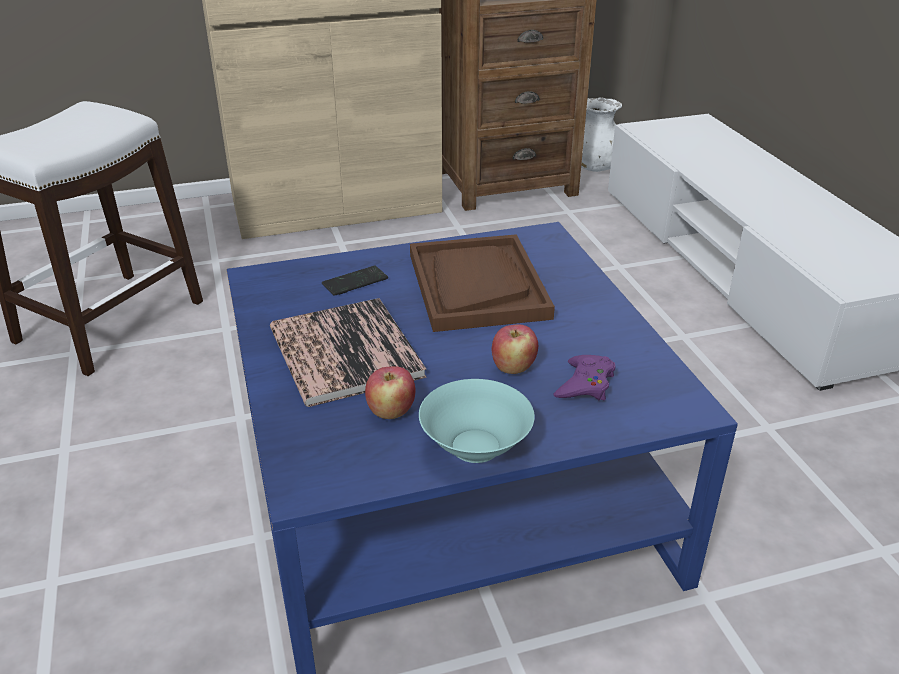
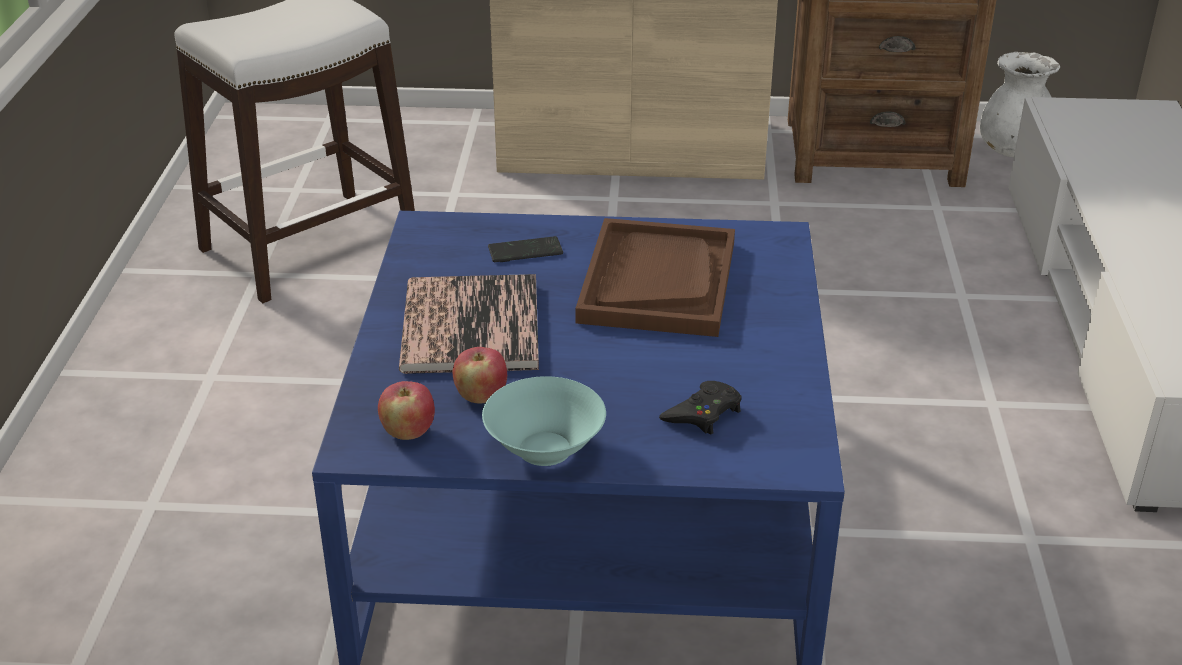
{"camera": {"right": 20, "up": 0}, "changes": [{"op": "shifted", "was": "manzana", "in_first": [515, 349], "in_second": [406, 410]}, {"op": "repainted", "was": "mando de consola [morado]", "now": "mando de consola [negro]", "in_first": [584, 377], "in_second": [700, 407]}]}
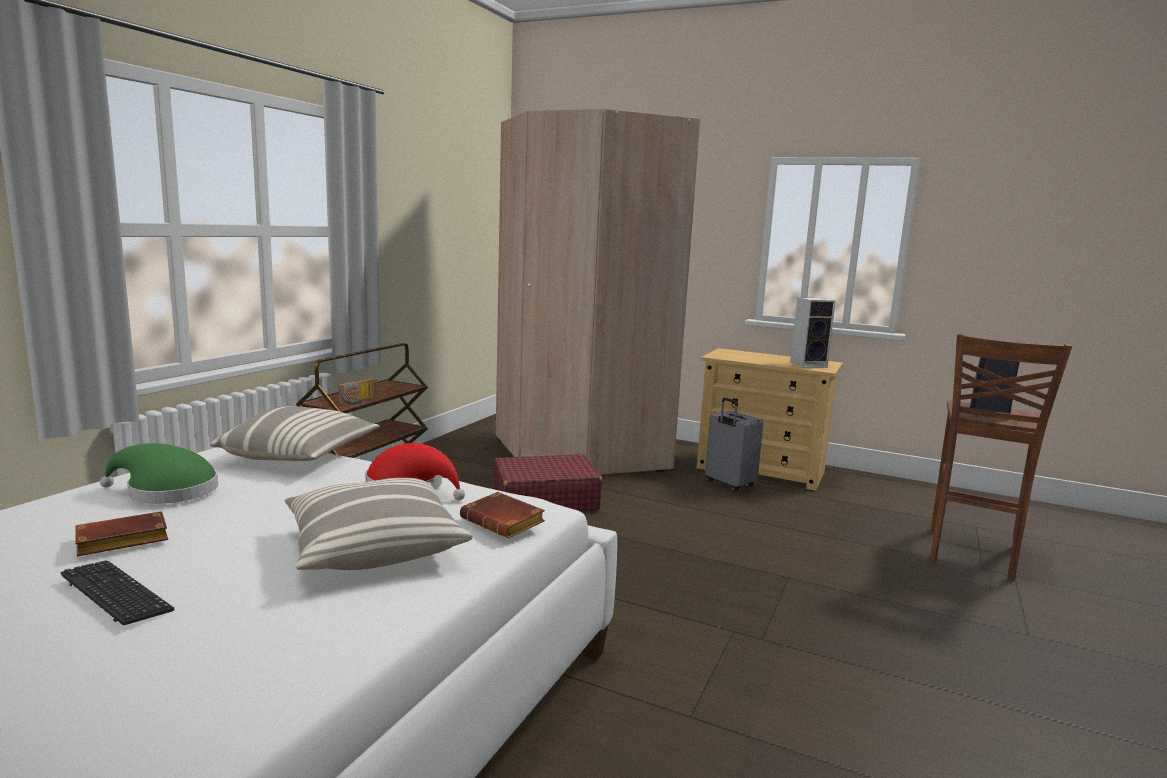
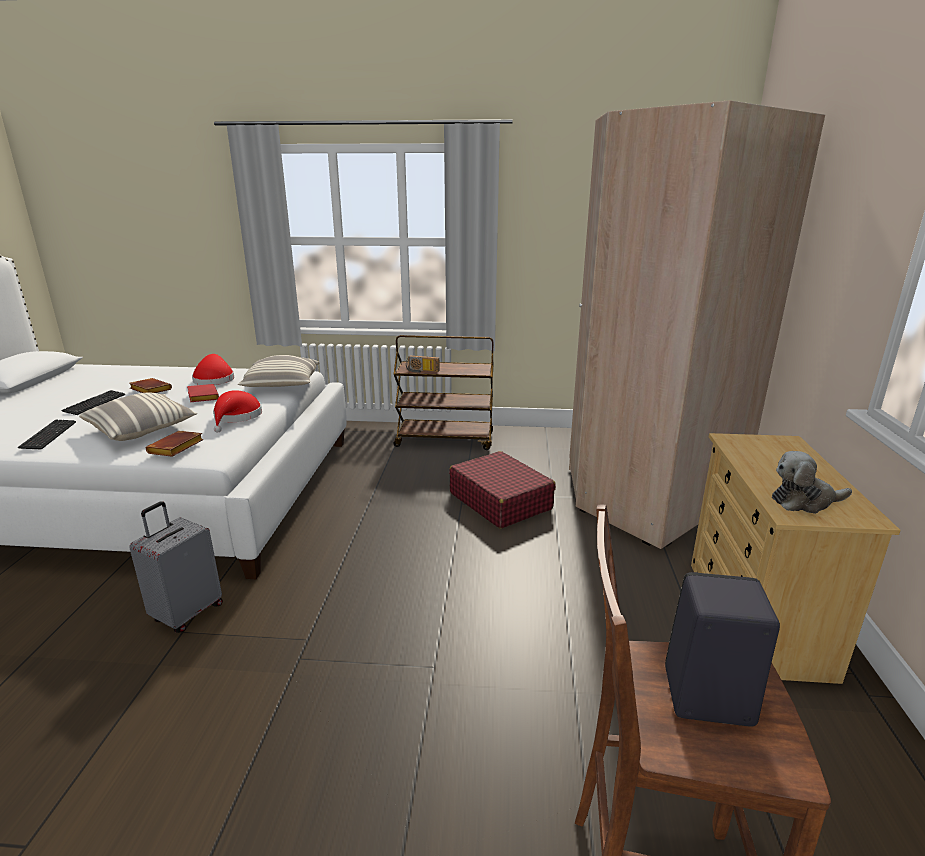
{"camera": {"right": 70, "up": 10}, "changes": [{"op": "swapped", "was": "altavoz", "now": "peluche", "in_first": [813, 332], "in_second": [812, 482]}, {"op": "shifted", "was": "maleta [gris]", "in_first": [734, 445], "in_second": [176, 567]}, {"op": "repainted", "was": "sombrero [verde]", "now": "sombrero [rojo]", "in_first": [159, 473], "in_second": [213, 369]}, {"op": "new", "now": "libro [rojo]", "in_second": [203, 393]}, {"op": "new", "now": "teclado", "in_second": [47, 435]}]}
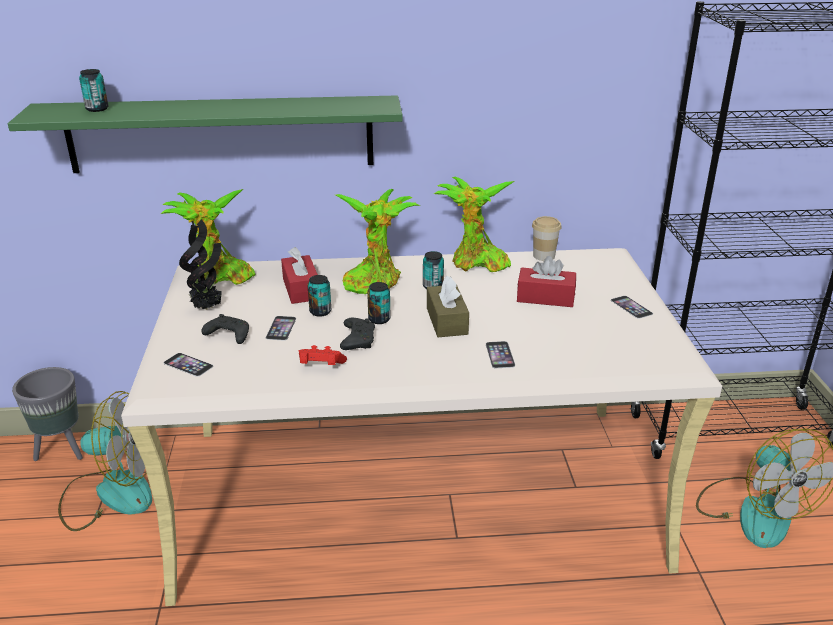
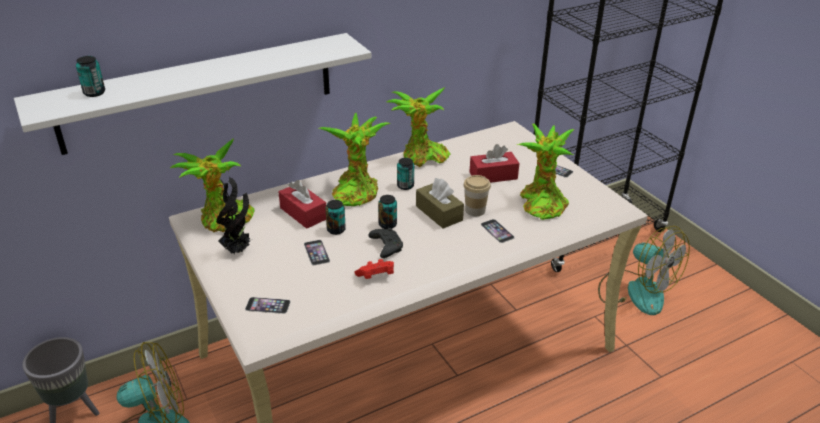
{"camera": {"right": -25, "up": 5}, "changes": [{"op": "repainted", "was": "estante [verde]", "now": "estante [blanco]", "in_first": [205, 134], "in_second": [192, 94]}, {"op": "shifted", "was": "taza", "in_first": [547, 238], "in_second": [477, 195]}, {"op": "gone", "was": "mando de consola [negro]", "in_first": [225, 329]}, {"op": "new", "now": "planta en maceta", "in_second": [545, 172]}]}
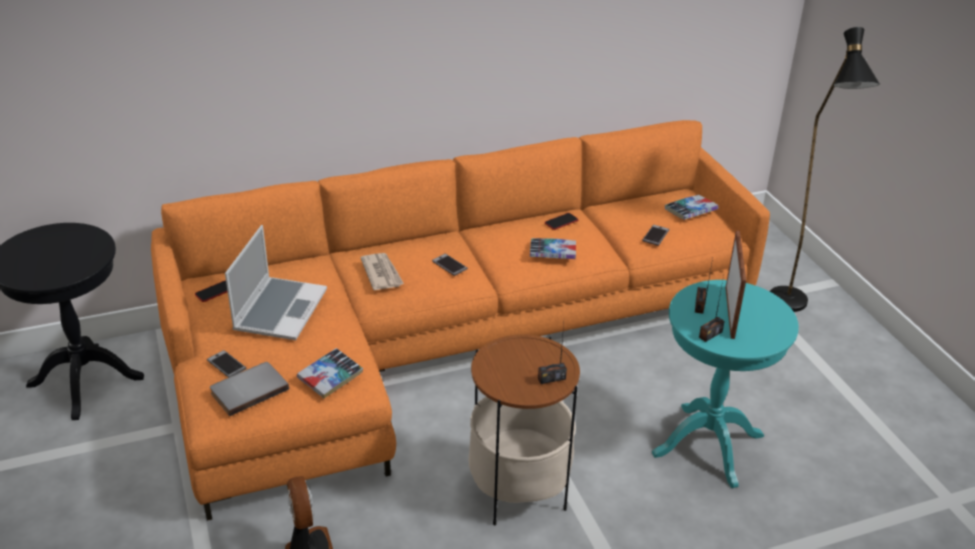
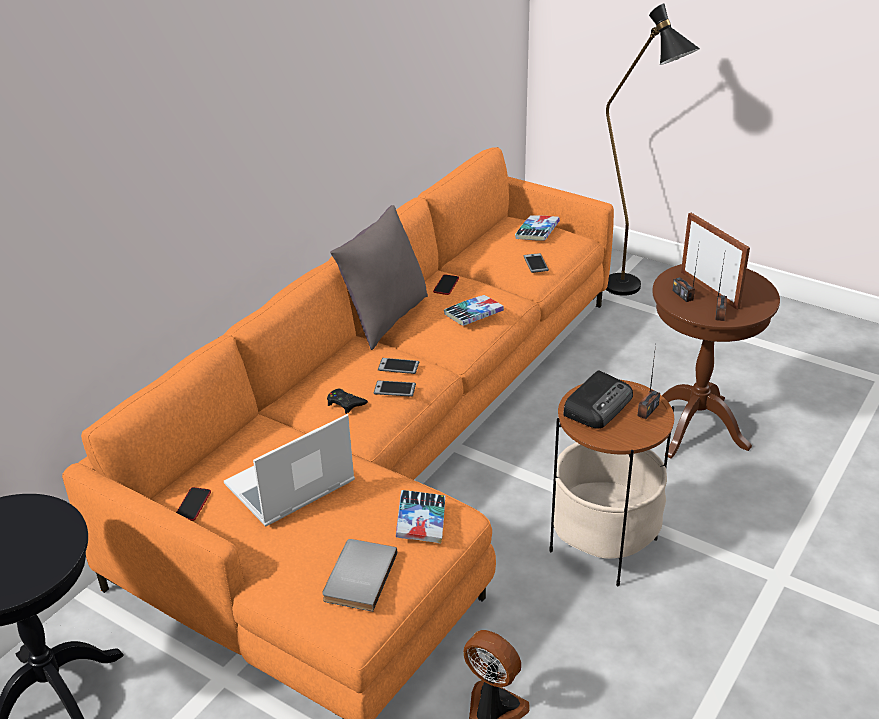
{"camera": {"right": -35, "up": 0}, "changes": [{"op": "rotated", "was": "portátil", "in_first": [276, 282], "in_second": [289, 470], "clockwise": -105}, {"op": "swapped", "was": "periódico", "now": "mando de consola [negro]", "in_first": [382, 271], "in_second": [347, 401]}, {"op": "repainted", "was": "mesa auxiliar [turquesa]", "now": "mesa auxiliar [marrón]", "in_first": [725, 384], "in_second": [716, 361]}, {"op": "shifted", "was": "móvil", "in_first": [226, 364], "in_second": [394, 389]}, {"op": "new", "now": "cojín [gris]", "in_second": [379, 277]}, {"op": "new", "now": "radio", "in_second": [598, 399]}]}
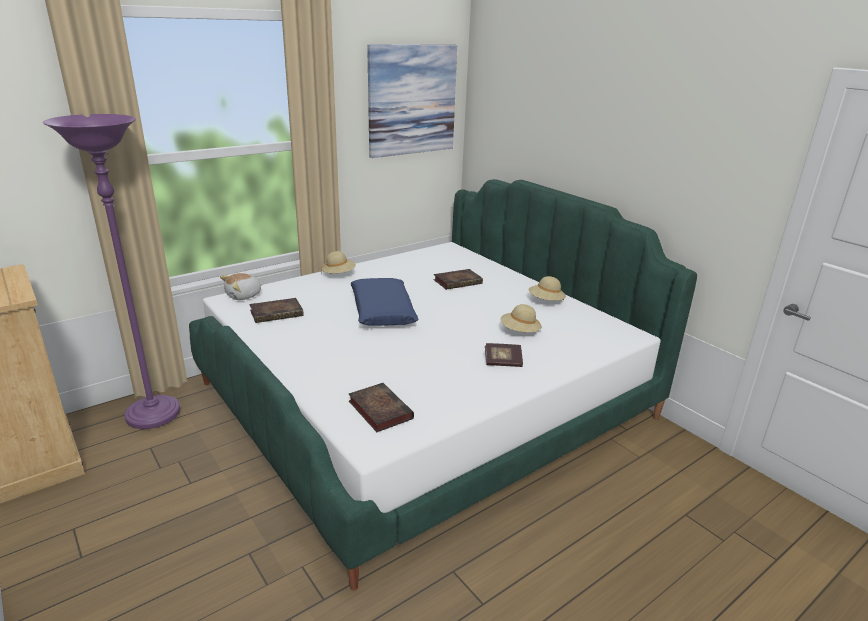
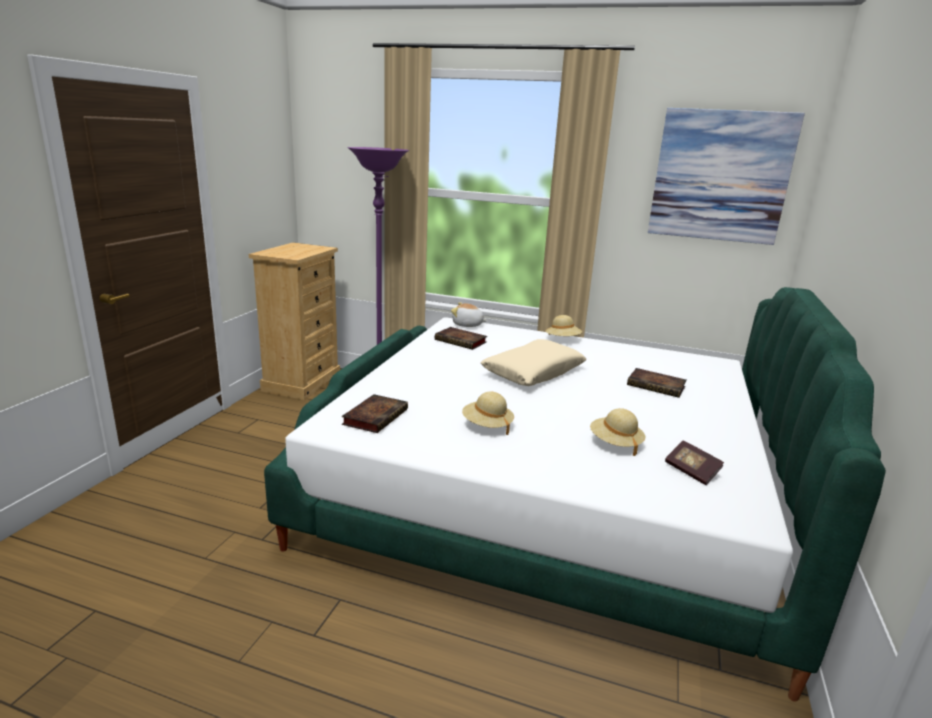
{"camera": {"right": 55, "up": -5}, "changes": [{"op": "shifted", "was": "sombrero [beis]", "in_first": [547, 288], "in_second": [488, 413]}, {"op": "repainted", "was": "cojín [azul]", "now": "cojín [beis]", "in_first": [385, 302], "in_second": [533, 362]}, {"op": "shifted", "was": "libro", "in_first": [504, 355], "in_second": [694, 463]}]}
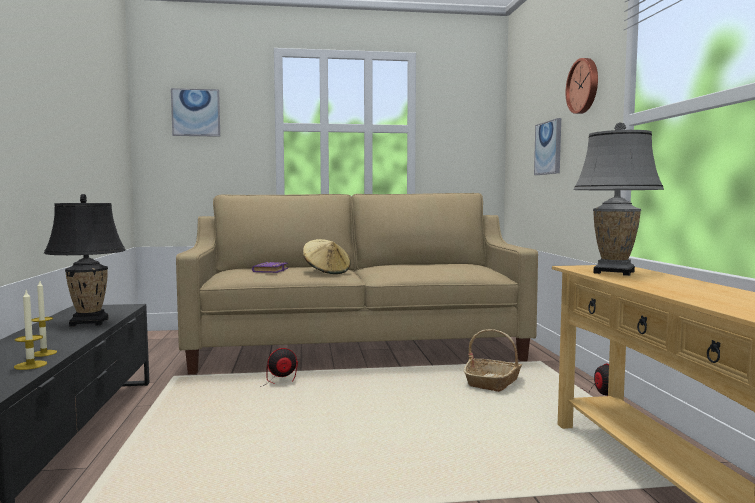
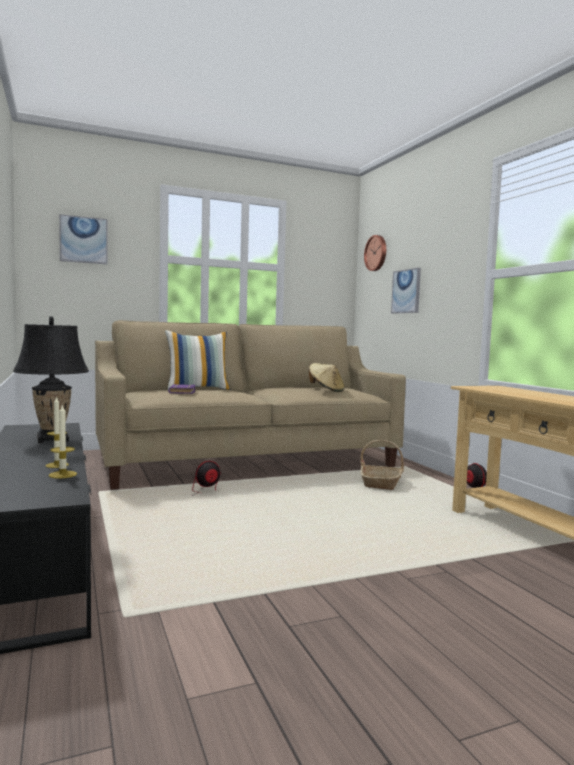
{"camera": {"right": -15, "up": 0}, "changes": [{"op": "shifted", "was": "reloj de pared", "in_first": [582, 86], "in_second": [375, 253]}, {"op": "gone", "was": "lámpara de mesa [gris]", "in_first": [618, 199]}, {"op": "shifted", "was": "sombrero [beis]", "in_first": [327, 256], "in_second": [327, 377]}, {"op": "new", "now": "cojín", "in_second": [197, 360]}]}
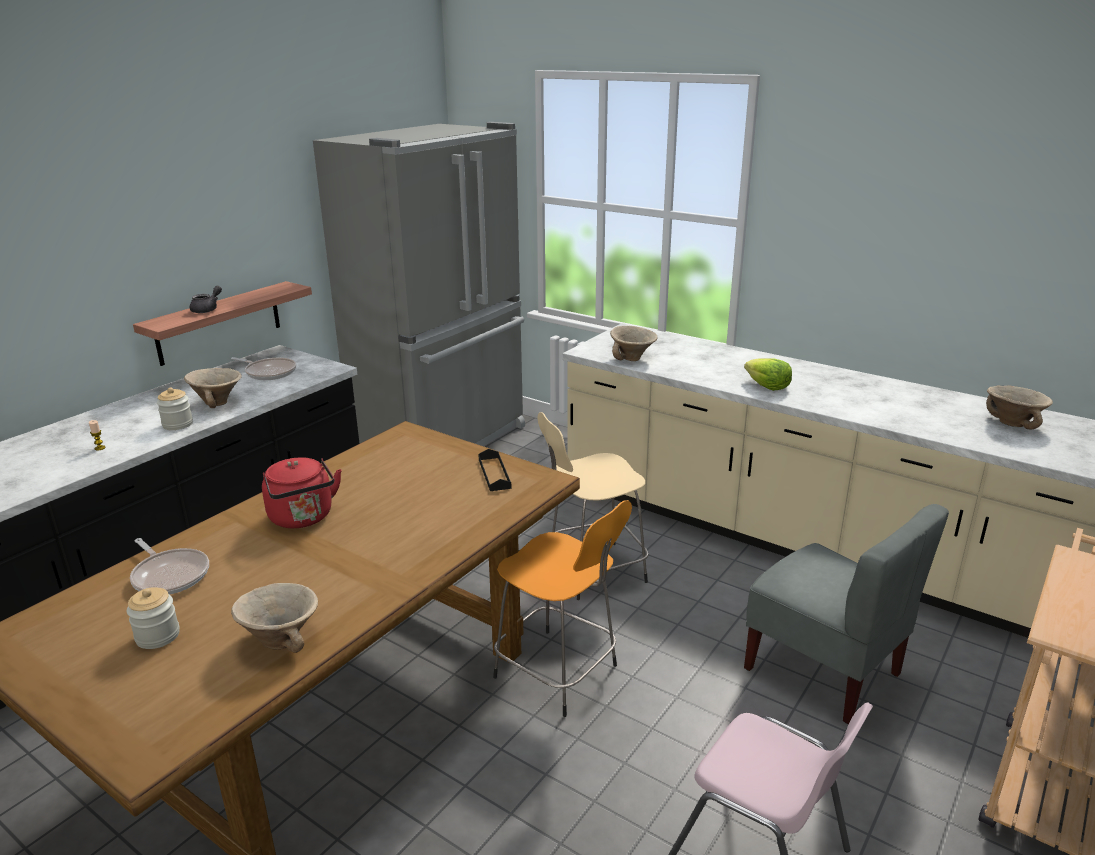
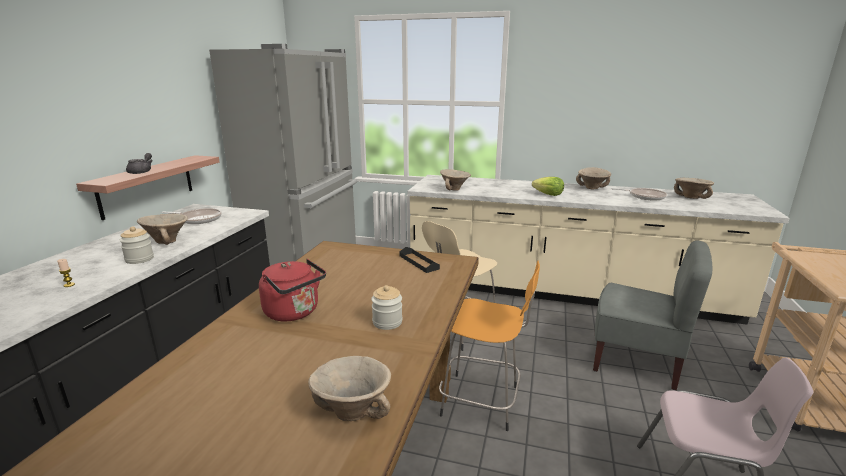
{"camera": {"right": -20, "up": -5}, "changes": [{"op": "shifted", "was": "sartén", "in_first": [169, 566], "in_second": [639, 194]}, {"op": "shifted", "was": "tarro", "in_first": [153, 618], "in_second": [386, 307]}, {"op": "new", "now": "cuenco [beis]", "in_second": [593, 178]}]}
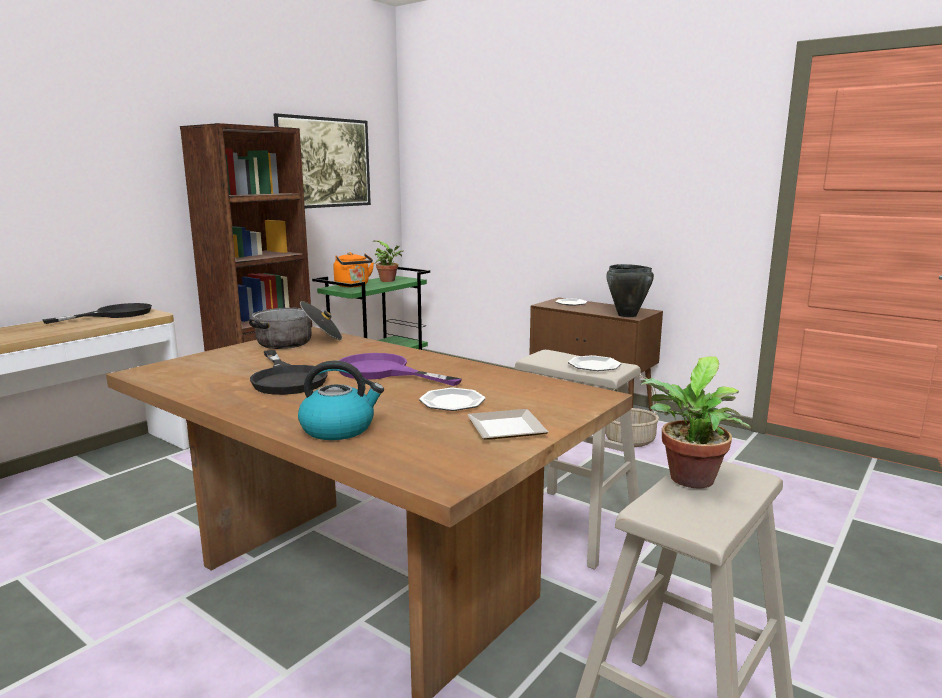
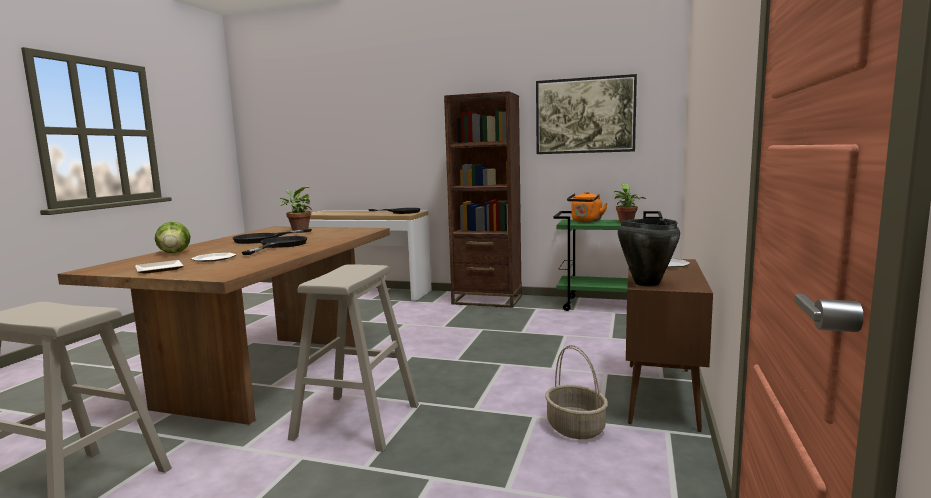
{"camera": {"right": 70, "up": -5}, "changes": [{"op": "gone", "was": "olla", "in_first": [295, 325]}, {"op": "repainted", "was": "sartén [morado]", "now": "sartén [negro]", "in_first": [400, 369], "in_second": [274, 245]}, {"op": "gone", "was": "plato", "in_first": [594, 363]}, {"op": "shifted", "was": "planta en maceta", "in_first": [696, 422], "in_second": [296, 208]}, {"op": "swapped", "was": "hervidor", "now": "lechuga", "in_first": [341, 400], "in_second": [173, 237]}]}
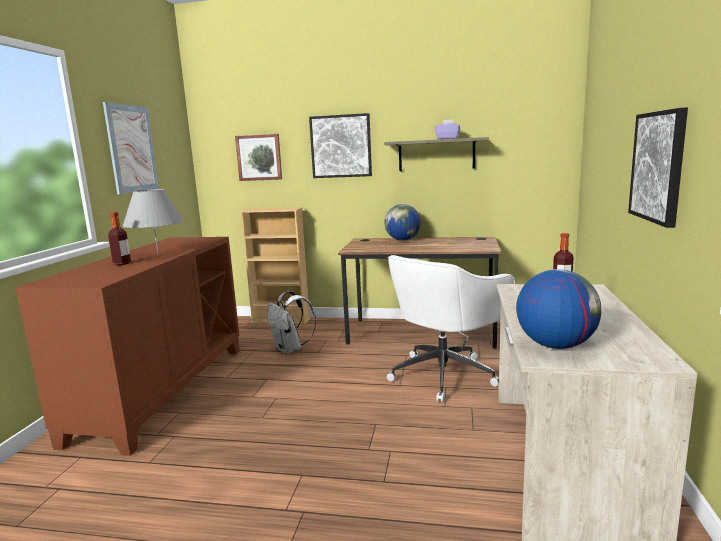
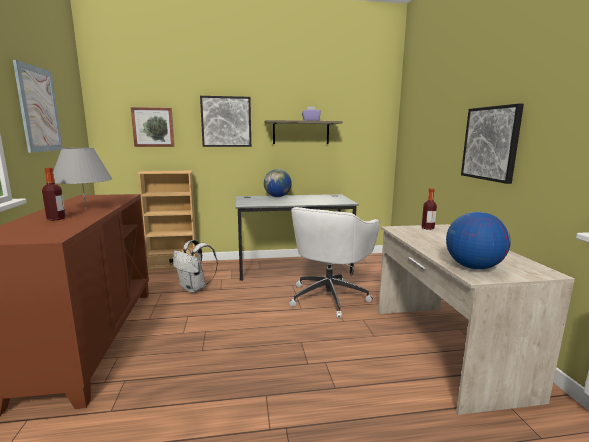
{"camera": {"right": -20, "up": 0}, "changes": [{"op": "repainted", "was": "escritorio [marrón]", "now": "escritorio [gris]", "in_first": [420, 293], "in_second": [297, 237]}]}
